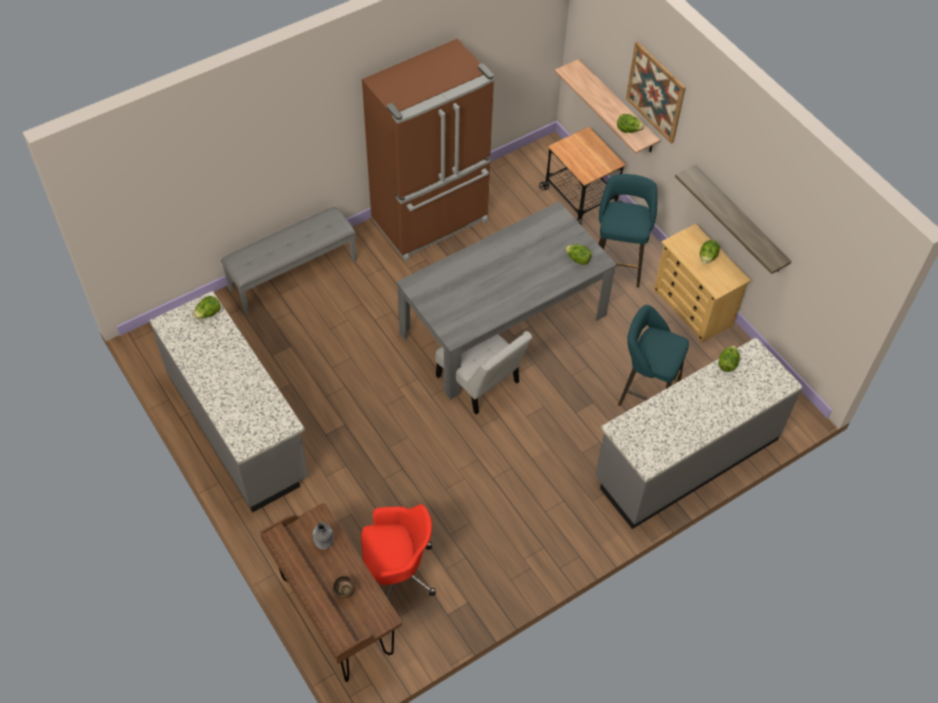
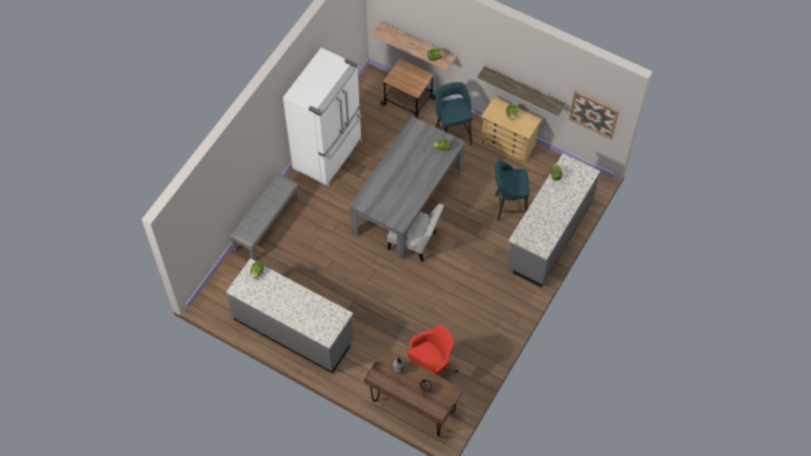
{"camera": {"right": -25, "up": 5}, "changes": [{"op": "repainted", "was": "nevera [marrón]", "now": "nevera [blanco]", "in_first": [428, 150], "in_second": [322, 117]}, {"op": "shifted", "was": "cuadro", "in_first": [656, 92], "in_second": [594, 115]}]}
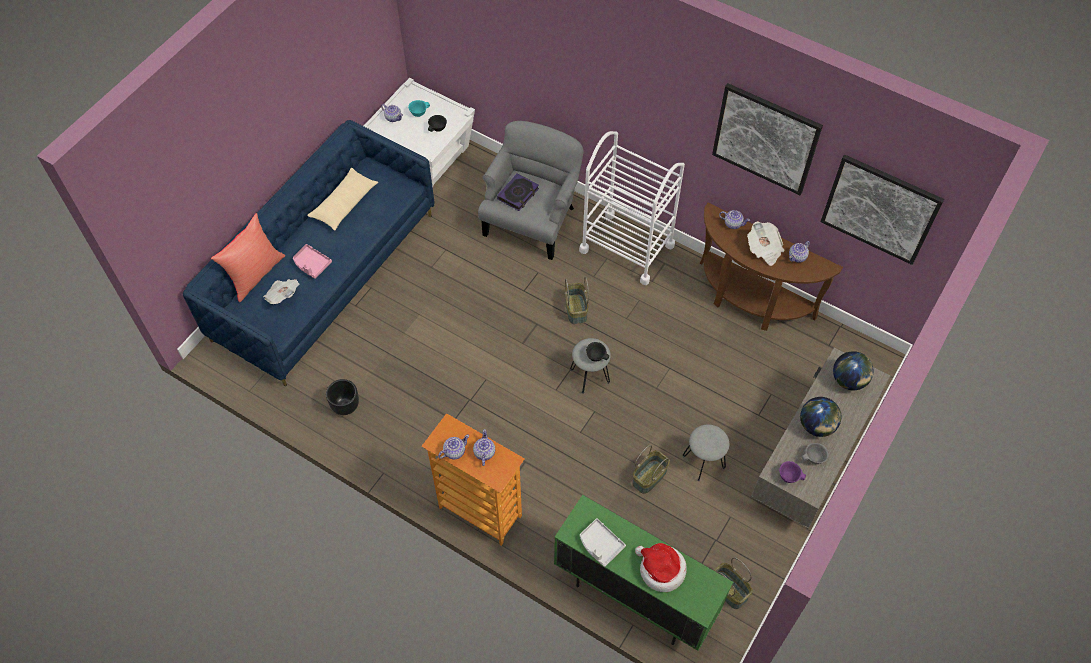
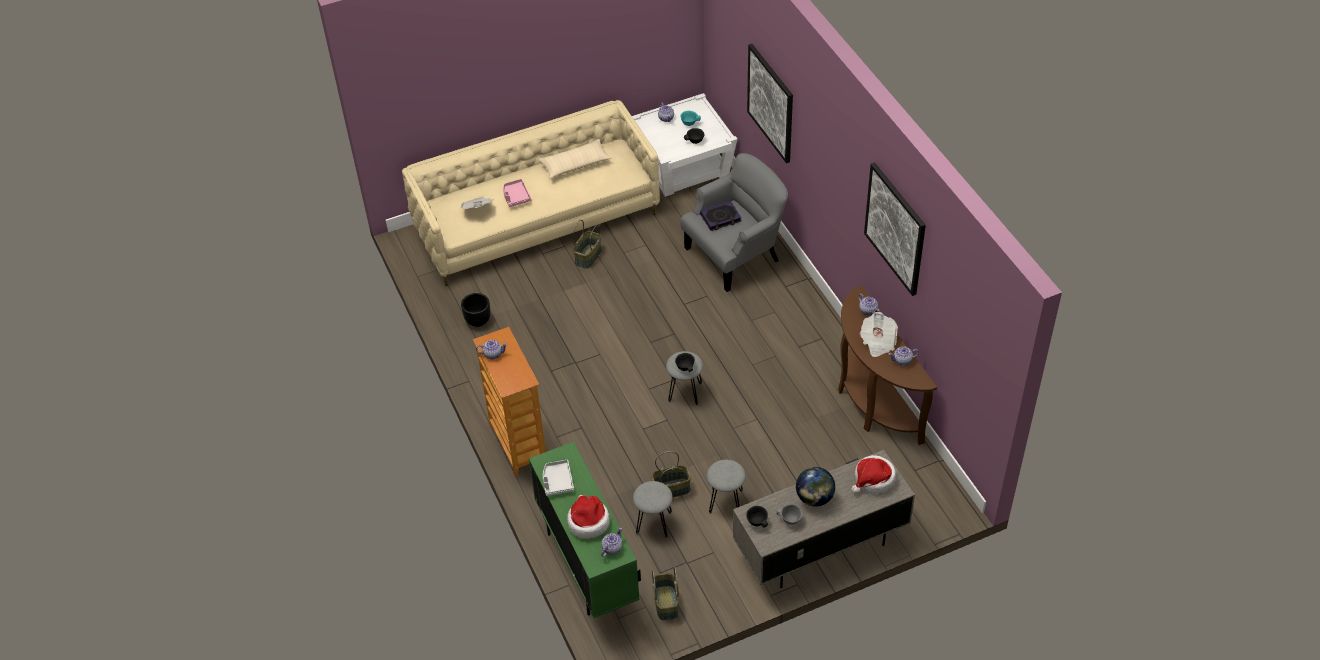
{"camera": {"right": 35, "up": -10}, "changes": [{"op": "repainted", "was": "sofá [azul]", "now": "sofá [beis]", "in_first": [309, 253], "in_second": [531, 193]}, {"op": "gone", "was": "carrito [blanco]", "in_first": [632, 208]}, {"op": "shifted", "was": "cuadro", "in_first": [882, 210], "in_second": [770, 103]}, {"op": "gone", "was": "cojín [rojo]", "in_first": [248, 257]}, {"op": "shifted", "was": "cesta", "in_first": [577, 300], "in_second": [587, 244]}, {"op": "swapped", "was": "globo terráqueo", "now": "sombrero", "in_first": [853, 370], "in_second": [873, 474]}, {"op": "shifted", "was": "tetera", "in_first": [484, 447], "in_second": [612, 542]}, {"op": "repainted", "was": "cuenco [morado]", "now": "cuenco [negro]", "in_first": [792, 472], "in_second": [757, 517]}, {"op": "new", "now": "taburete [gris]", "in_second": [653, 509]}]}
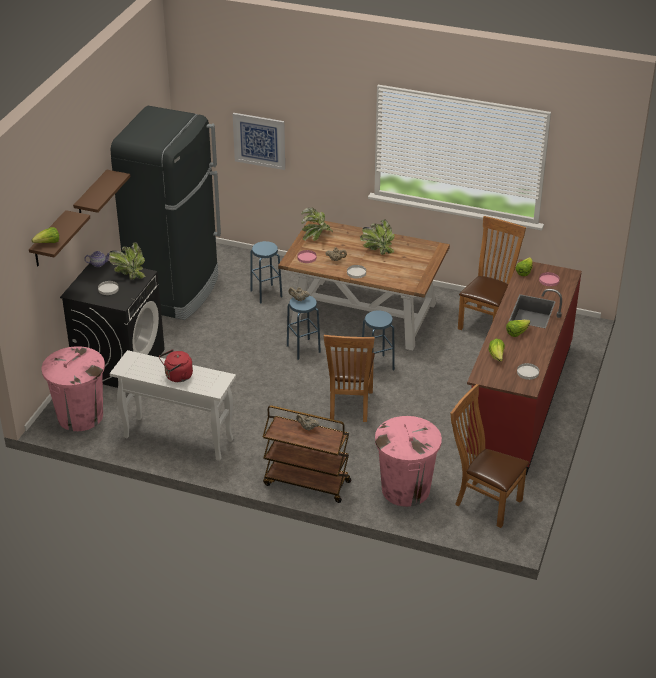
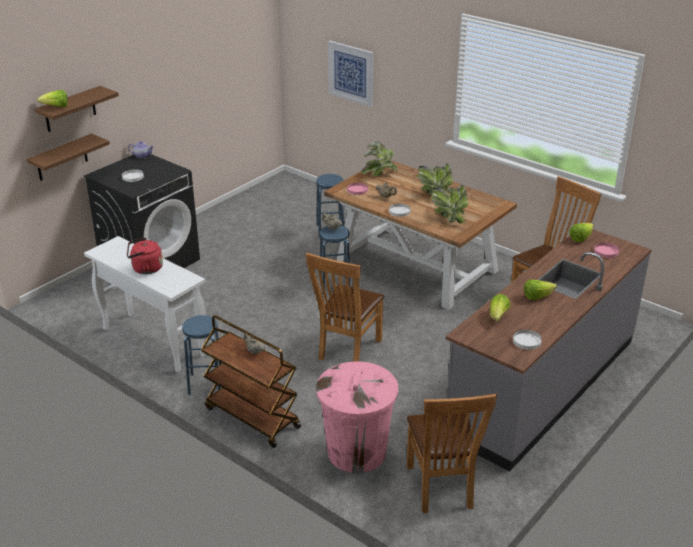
{"camera": {"right": 20, "up": -5}, "changes": [{"op": "gone", "was": "nevera [negro]", "in_first": [166, 213]}, {"op": "shifted", "was": "estante [marrón]", "in_first": [101, 191], "in_second": [68, 157]}, {"op": "shifted", "was": "planta en maceta", "in_first": [127, 261], "in_second": [450, 203]}, {"op": "repainted", "was": "mueble bajo de cocina [rojo]", "now": "mueble bajo de cocina [gris]", "in_first": [524, 367], "in_second": [549, 350]}, {"op": "shifted", "was": "taburete [azul]", "in_first": [378, 340], "in_second": [202, 355]}, {"op": "gone", "was": "papelera [rosa]", "in_first": [73, 388]}, {"op": "rotated", "was": "silla [marrón]", "in_first": [490, 456], "in_second": [452, 453], "clockwise": -150}]}
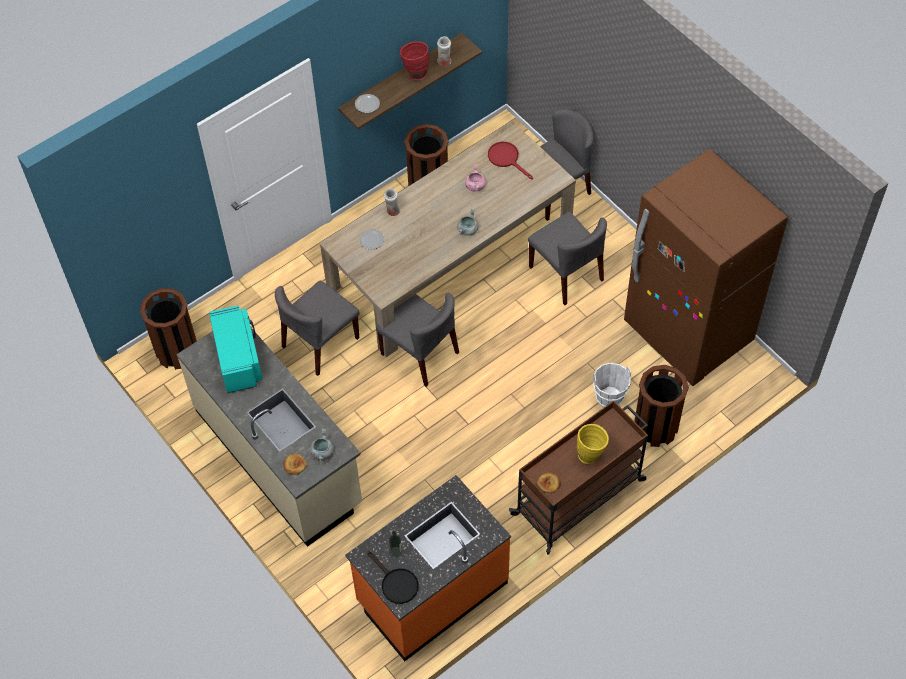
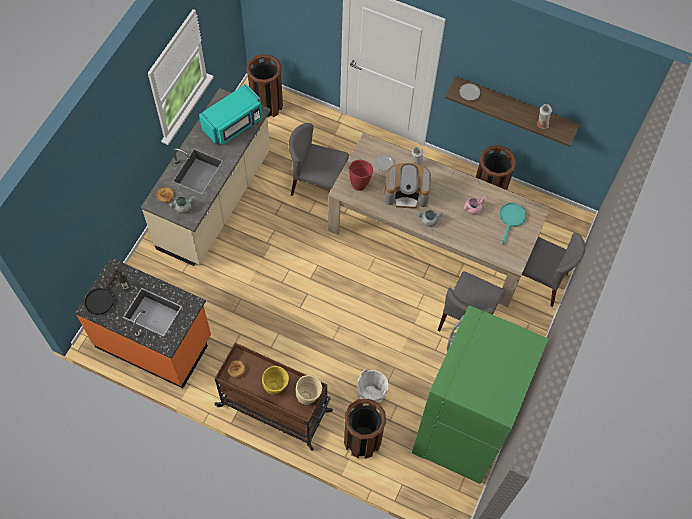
{"camera": {"right": 60, "up": 5}, "changes": [{"op": "shifted", "was": "florero [rojo]", "in_first": [414, 61], "in_second": [361, 175]}, {"op": "repainted", "was": "sartén [rojo]", "now": "sartén [turquesa]", "in_first": [510, 160], "in_second": [513, 224]}, {"op": "repainted", "was": "nevera [marrón]", "now": "nevera [verde]", "in_first": [706, 267], "in_second": [480, 394]}, {"op": "gone", "was": "silla [gris]", "in_first": [417, 340]}, {"op": "new", "now": "cafetera", "in_second": [407, 186]}, {"op": "new", "now": "florero [beis]", "in_second": [309, 390]}]}
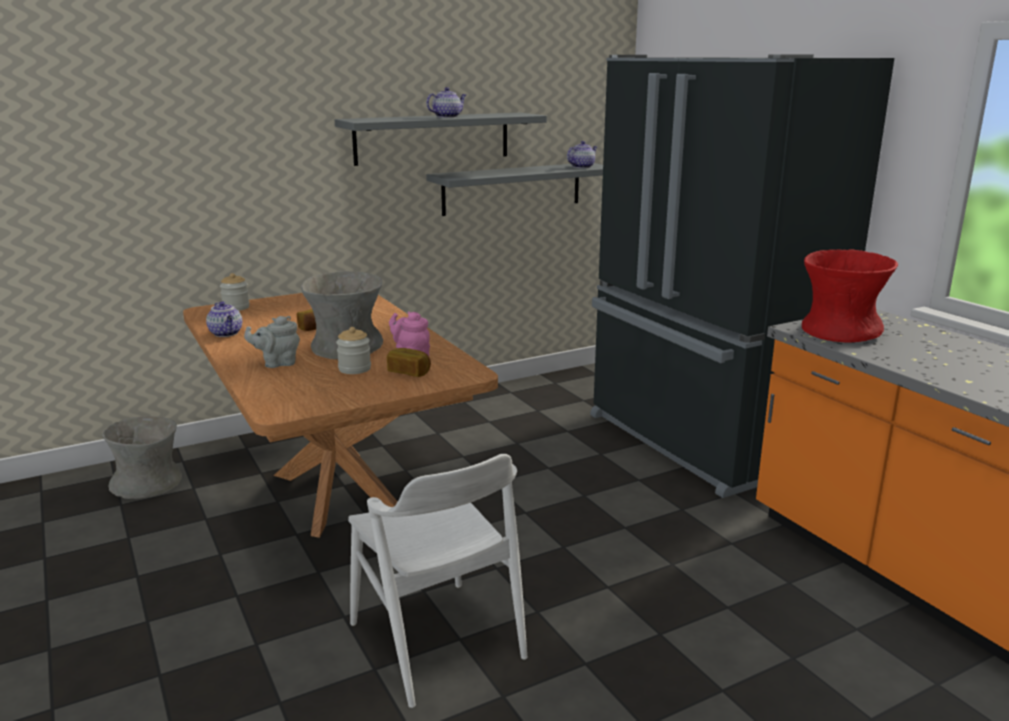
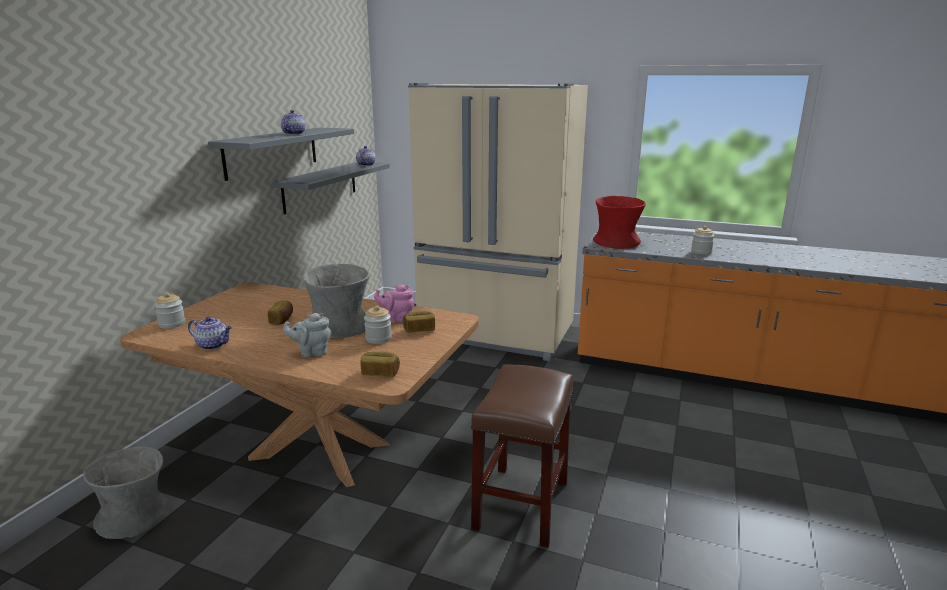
{"camera": {"right": -40, "up": 0}, "changes": [{"op": "repainted", "was": "nevera [negro]", "now": "nevera [beis]", "in_first": [742, 276], "in_second": [498, 222]}, {"op": "rotated", "was": "tetera [gris]", "in_first": [272, 342], "in_second": [307, 335], "clockwise": 45}, {"op": "swapped", "was": "silla [blanco]", "now": "taburete [marrón]", "in_first": [437, 581], "in_second": [522, 456]}, {"op": "new", "now": "tarro", "in_second": [702, 240]}, {"op": "new", "now": "pan", "in_second": [380, 364]}]}
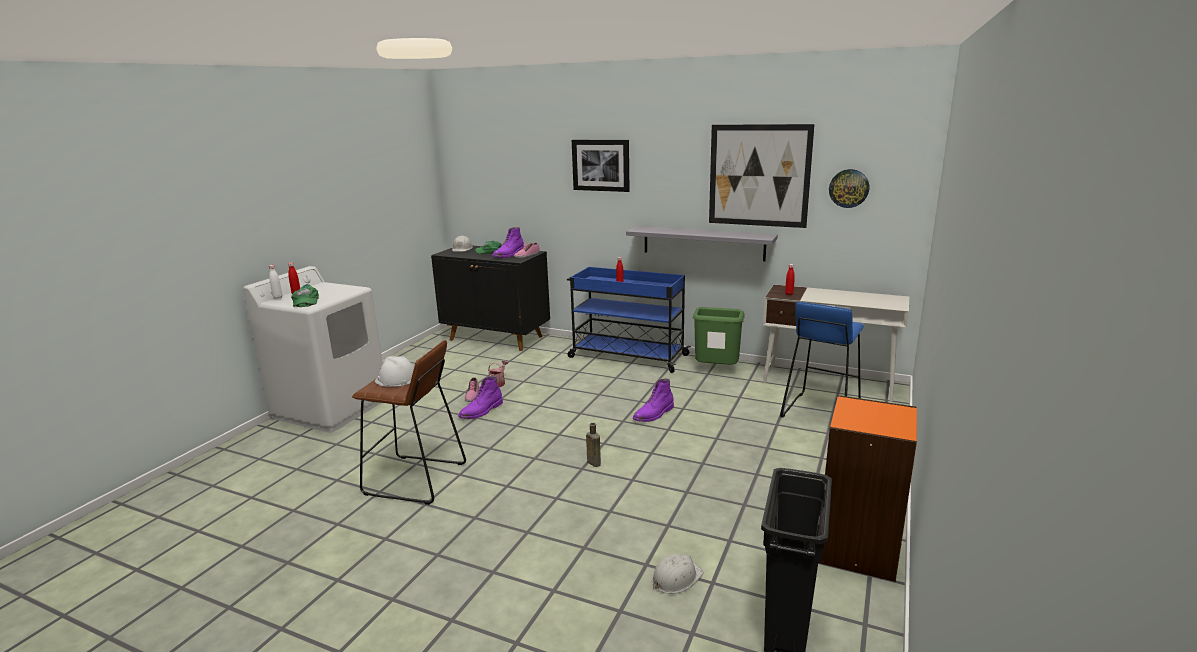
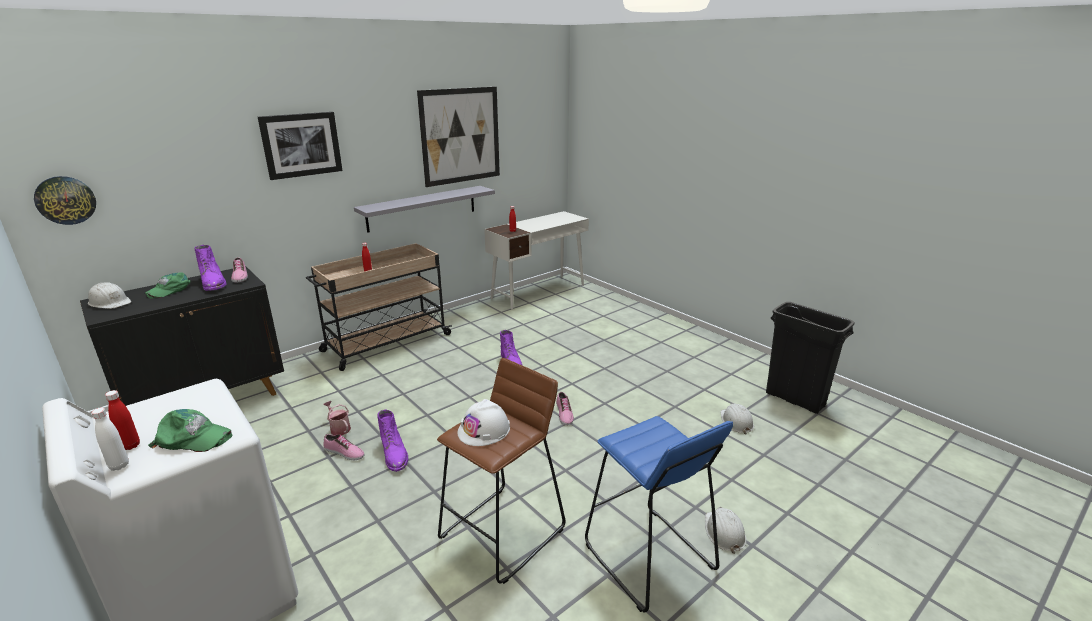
{"camera": {"right": -65, "up": 5}, "changes": [{"op": "shifted", "was": "reloj de pared", "in_first": [849, 188], "in_second": [65, 200]}, {"op": "repainted", "was": "carrito [azul]", "now": "carrito [beis]", "in_first": [629, 320], "in_second": [379, 307]}, {"op": "shifted", "was": "taburete [azul]", "in_first": [822, 360], "in_second": [659, 514]}, {"op": "gone", "was": "papelera [verde]", "in_first": [719, 336]}, {"op": "gone", "was": "estantería [naranja]", "in_first": [868, 488]}, {"op": "swapped", "was": "botella [marrón]", "now": "zapato", "in_first": [593, 445], "in_second": [565, 408]}, {"op": "new", "now": "casco [blanco]", "in_second": [726, 530]}]}
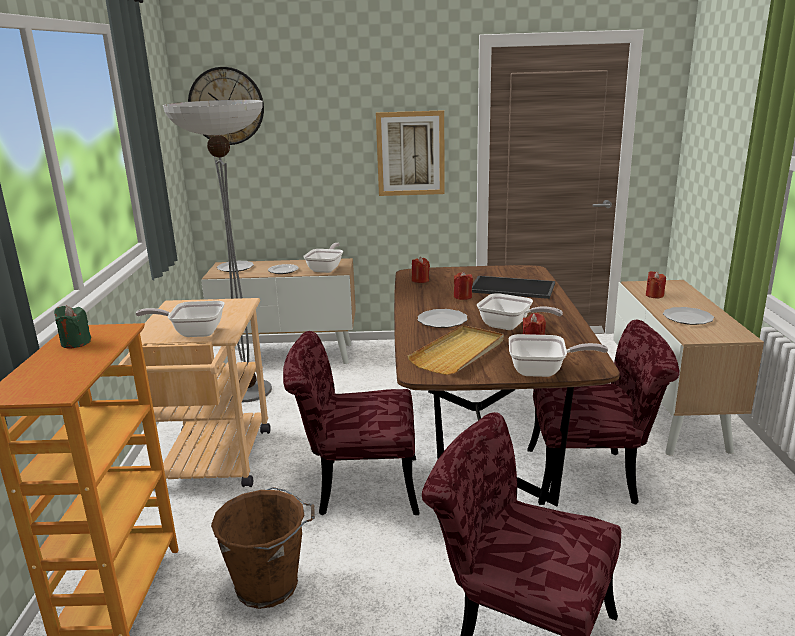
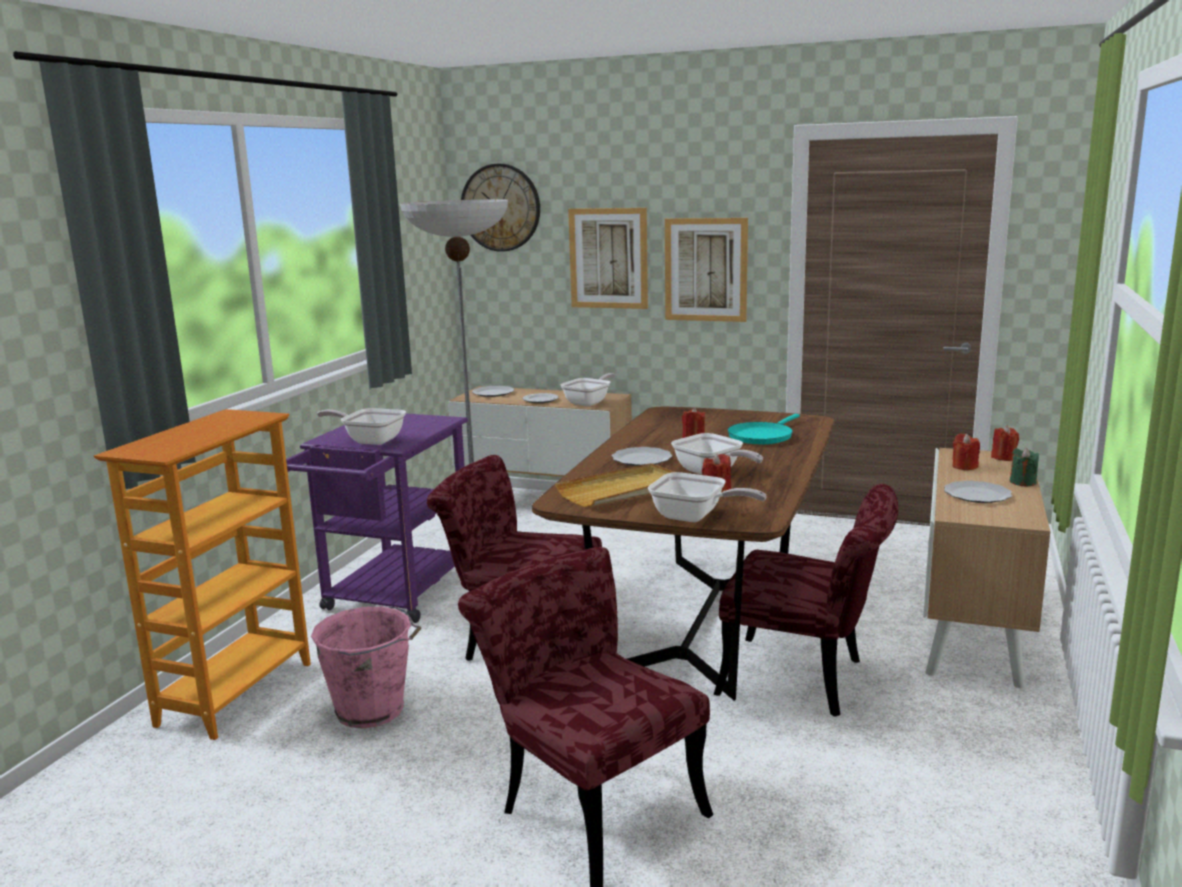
{"camera": {"right": 20, "up": -5}, "changes": [{"op": "shifted", "was": "vela [rojo]", "in_first": [421, 270], "in_second": [1005, 443]}, {"op": "swapped", "was": "bandeja", "now": "sartén [turquesa]", "in_first": [513, 287], "in_second": [764, 429]}, {"op": "repainted", "was": "carrito [beis]", "now": "carrito [morado]", "in_first": [194, 393], "in_second": [377, 518]}, {"op": "shifted", "was": "vela [verde]", "in_first": [72, 327], "in_second": [1024, 467]}, {"op": "repainted", "was": "cubo [marrón]", "now": "cubo [rosa]", "in_first": [263, 548], "in_second": [366, 667]}, {"op": "new", "now": "cuadro", "in_second": [608, 258]}]}
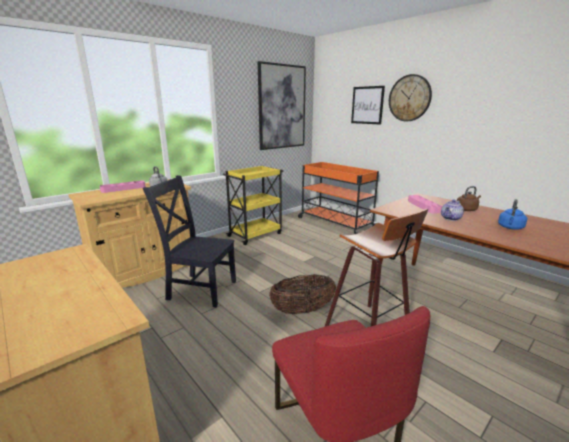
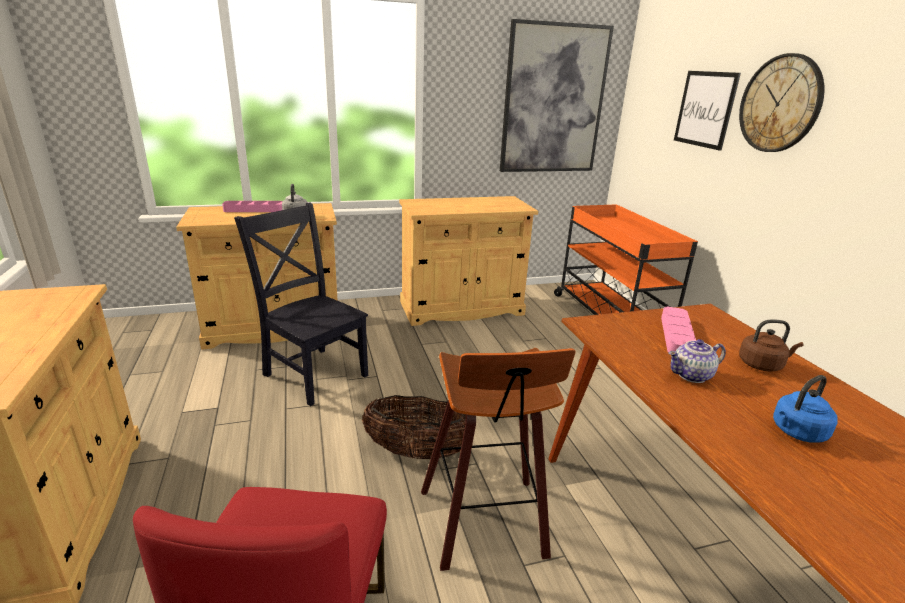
{"camera": {"right": 25, "up": 5}, "changes": [{"op": "swapped", "was": "carrito [amarillo]", "now": "armario [beis]", "in_first": [253, 205], "in_second": [468, 261]}]}
